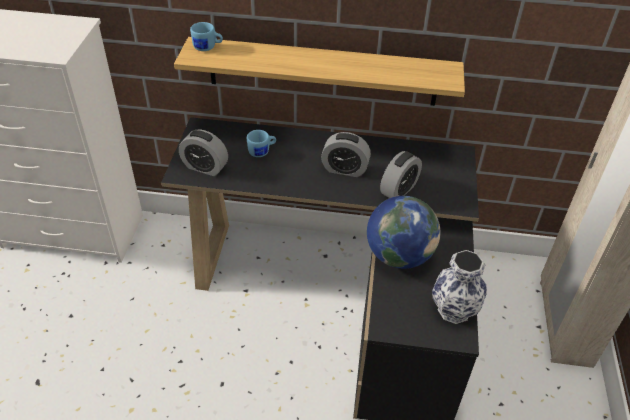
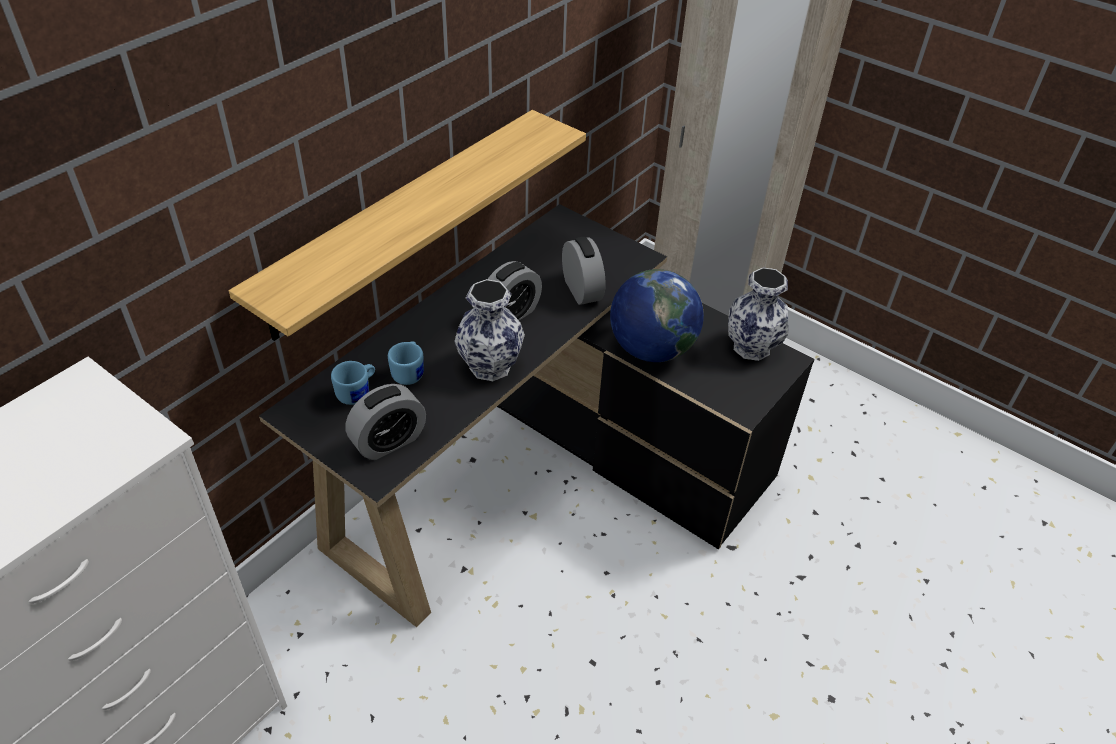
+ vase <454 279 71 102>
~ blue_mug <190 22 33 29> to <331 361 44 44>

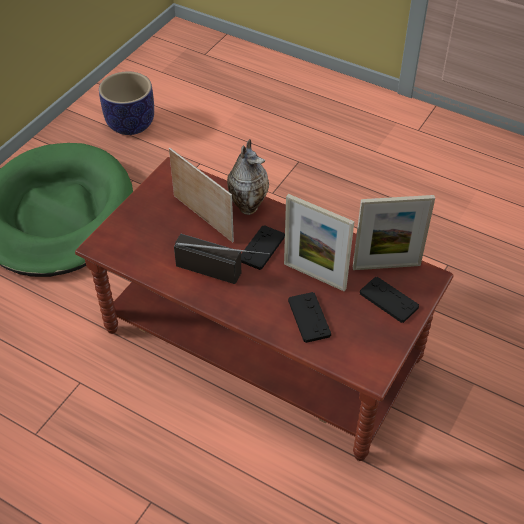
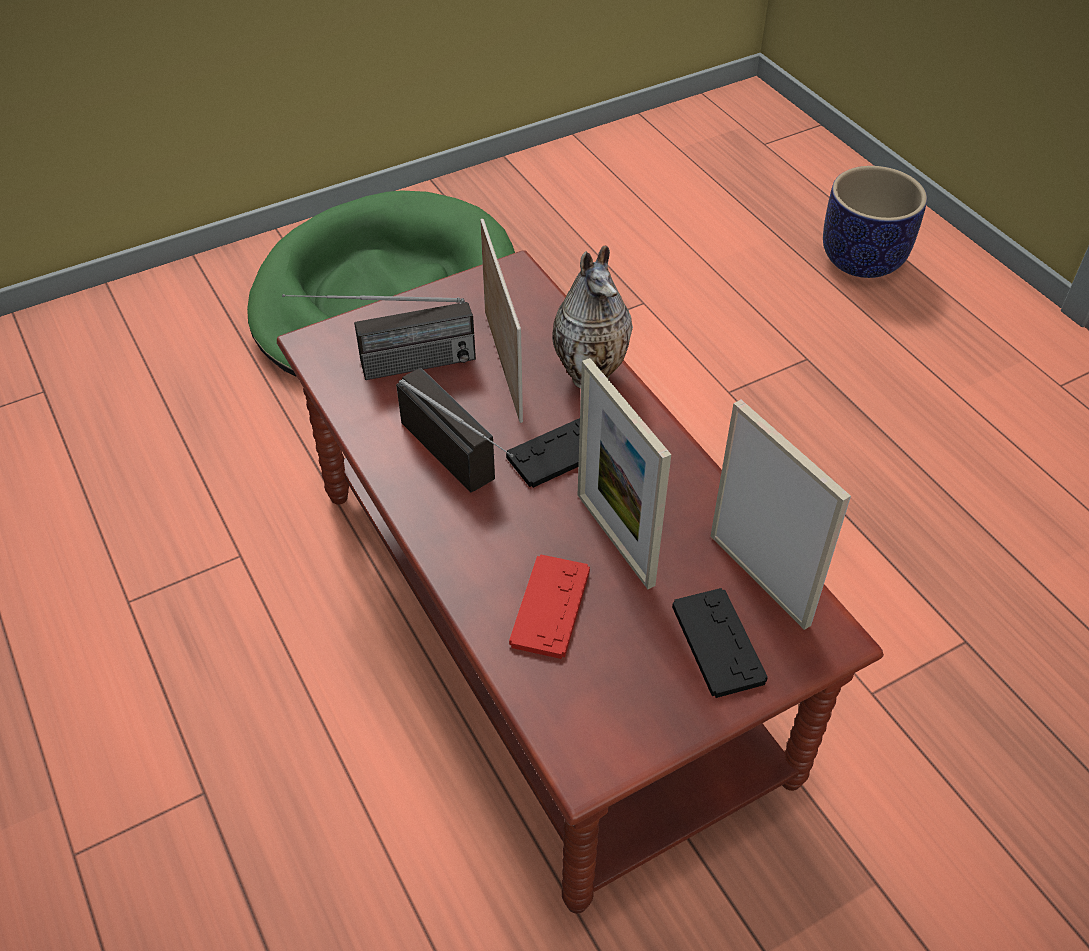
+ radio <282 294 194 86>
~ planter <99 71 55 64> to <823 166 104 112>
~ black_game_controller <288 292 43 51> to red_game_controller <509 554 81 105>
~ picture_frame <353 195 82 75> = <710 400 141 230> 150 degrees counterclockwise

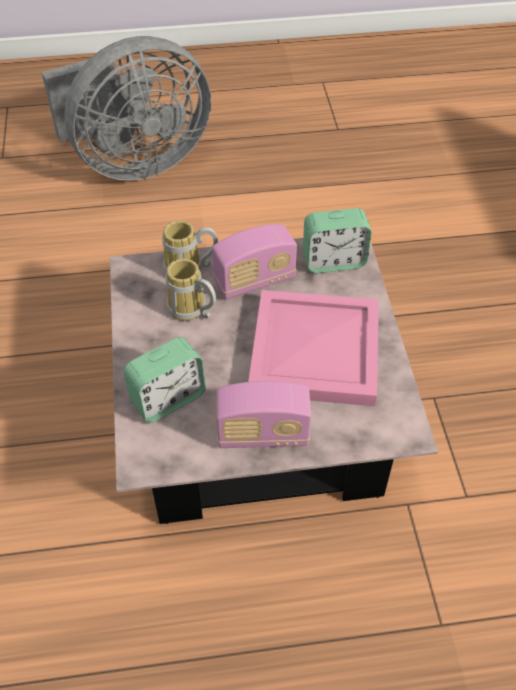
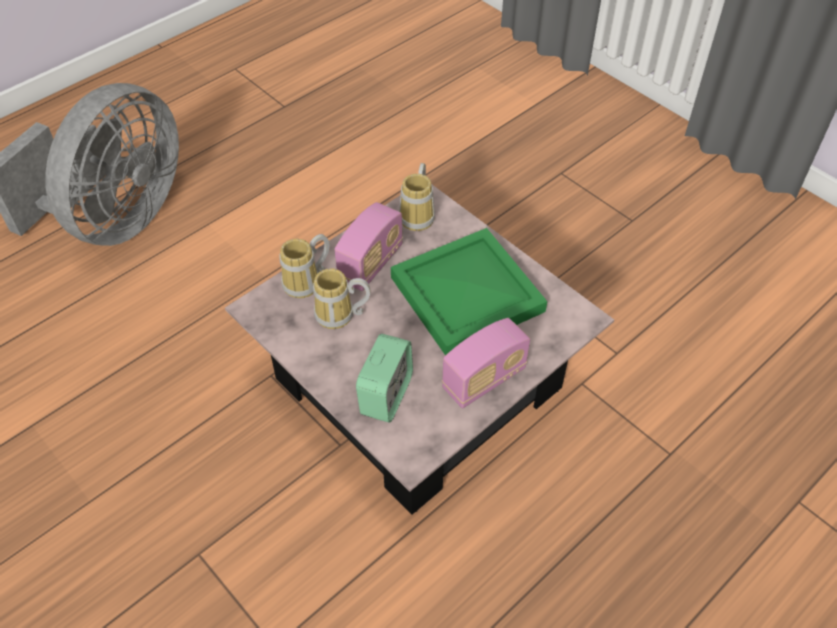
~ alarm_clock <303 208 69 65> to mug <399 163 36 68>
~ pink_tray <248 290 131 116> to green_tray <391 228 156 127>

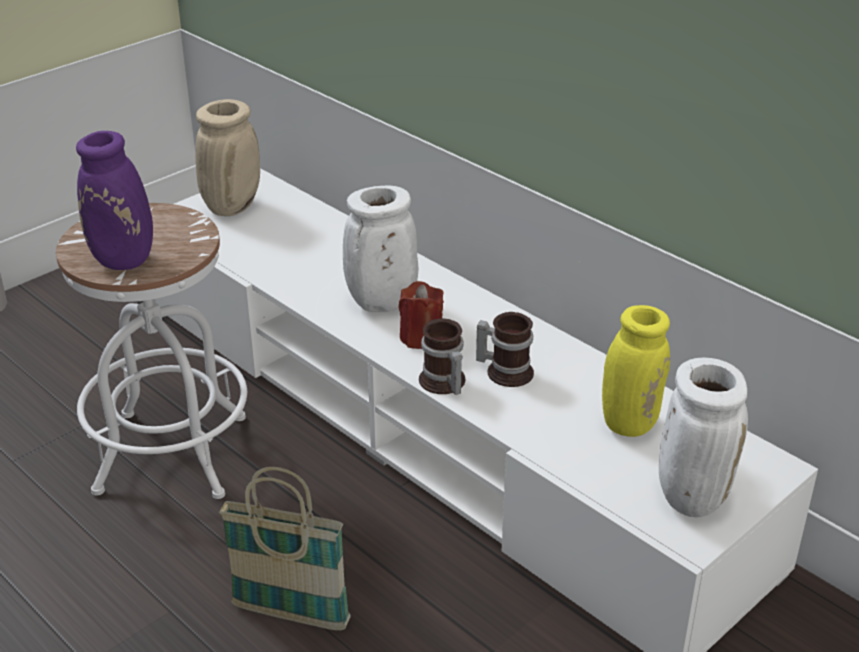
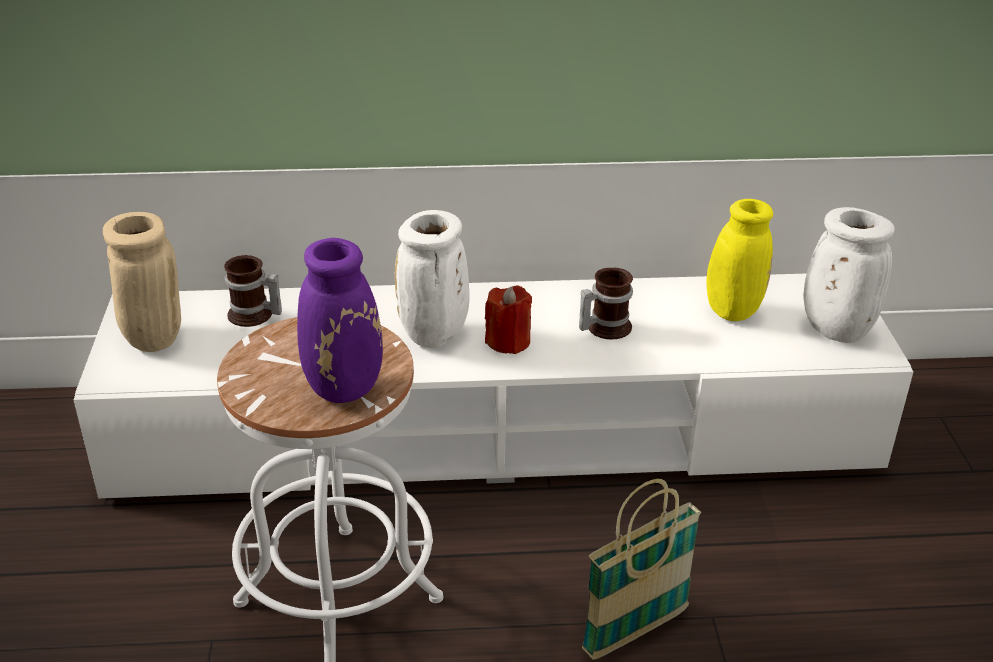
~ mug <419 318 46 77> to <224 255 58 72>

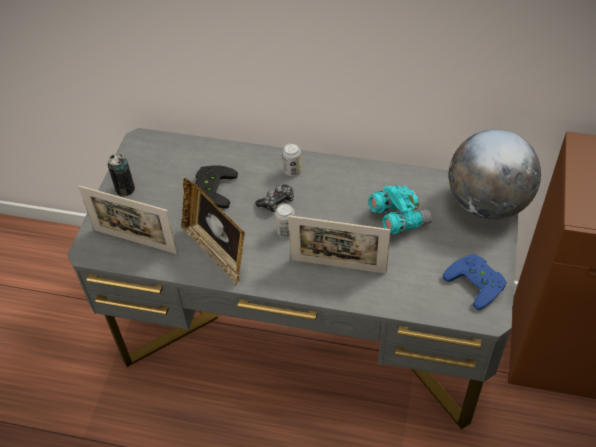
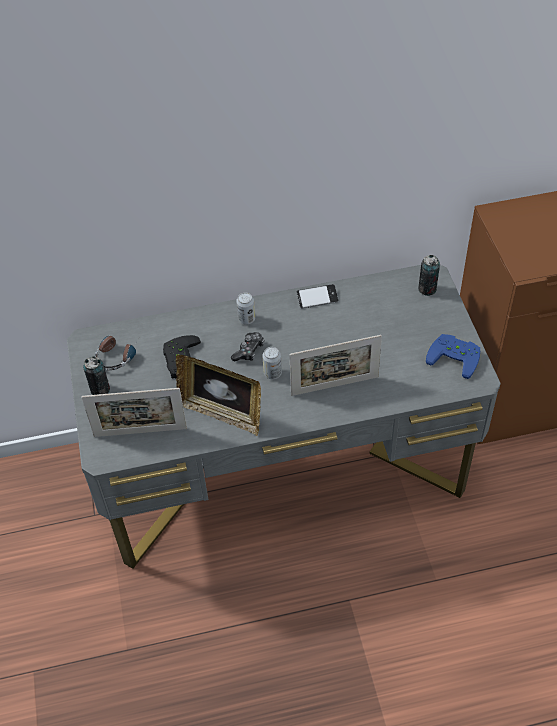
- turquoise_binoculars <368 185 64 49>
+ headphones <95 336 46 34>
+ phone <296 284 42 24>
~ globe <449 129 92 91> to can <418 255 22 41>

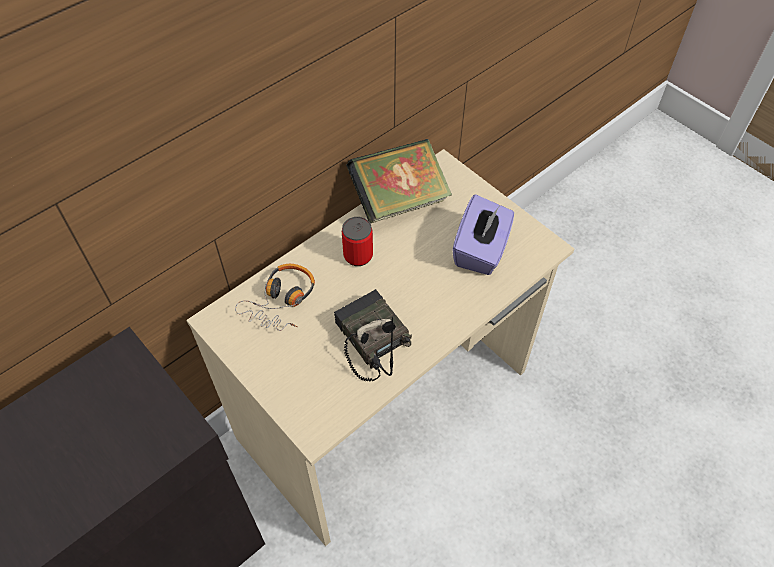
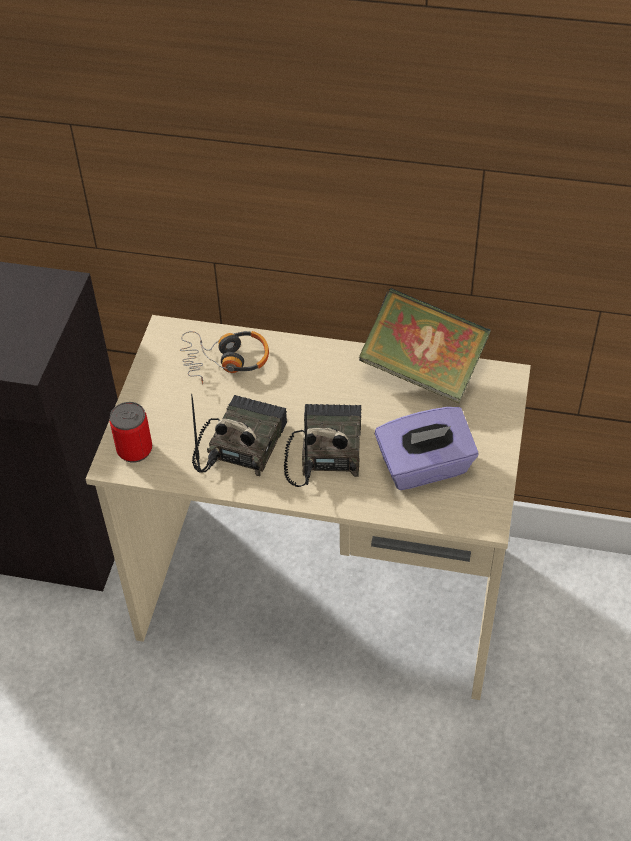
+ radio <284 404 77 83>
~ can <342 217 31 49> to <110 402 42 60>

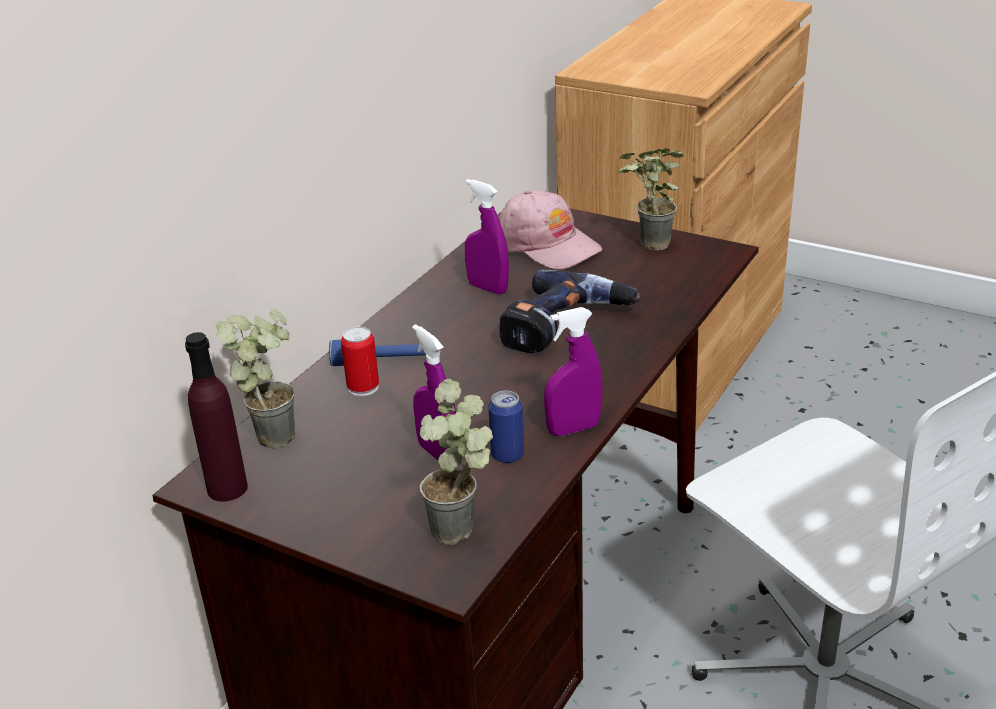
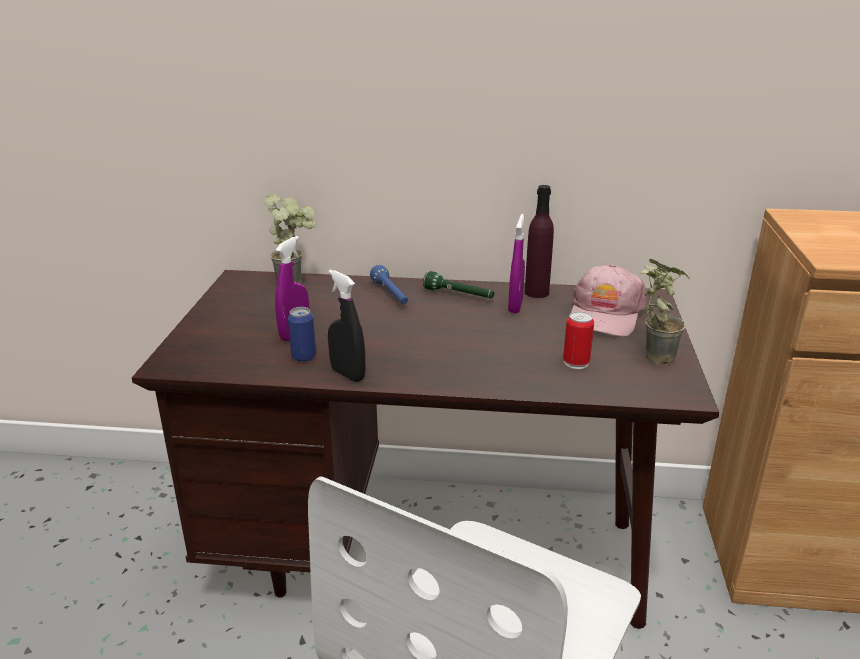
- potted_plant <419 379 74 166>
- power_drill <499 269 141 84>
+ green_flashlight <423 271 71 27>
~ purple_bottle <185 332 63 170> to <525 185 29 113>
~ can <341 326 38 70> to <563 311 31 58>
~ purple_spray_bottle <544 307 59 129> to black_spray_bottle <328 270 37 112>

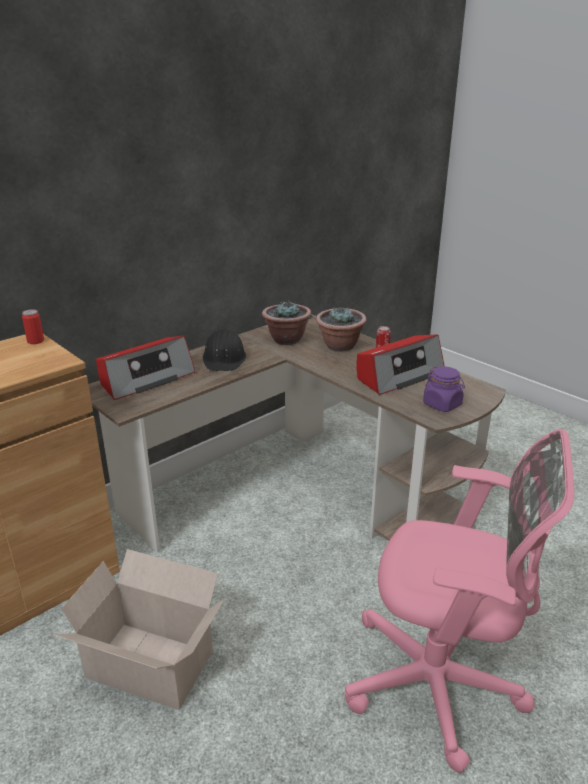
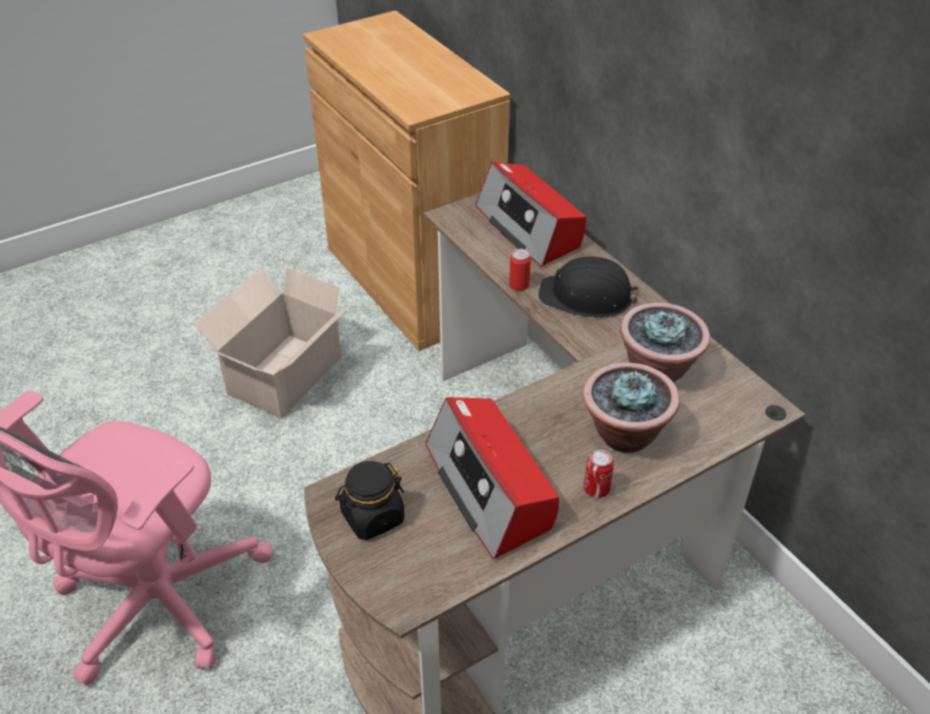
~ can <22 309 22 35> to <509 249 22 42>
~ purple_jar <423 366 42 46> to black_jar <335 461 70 79>

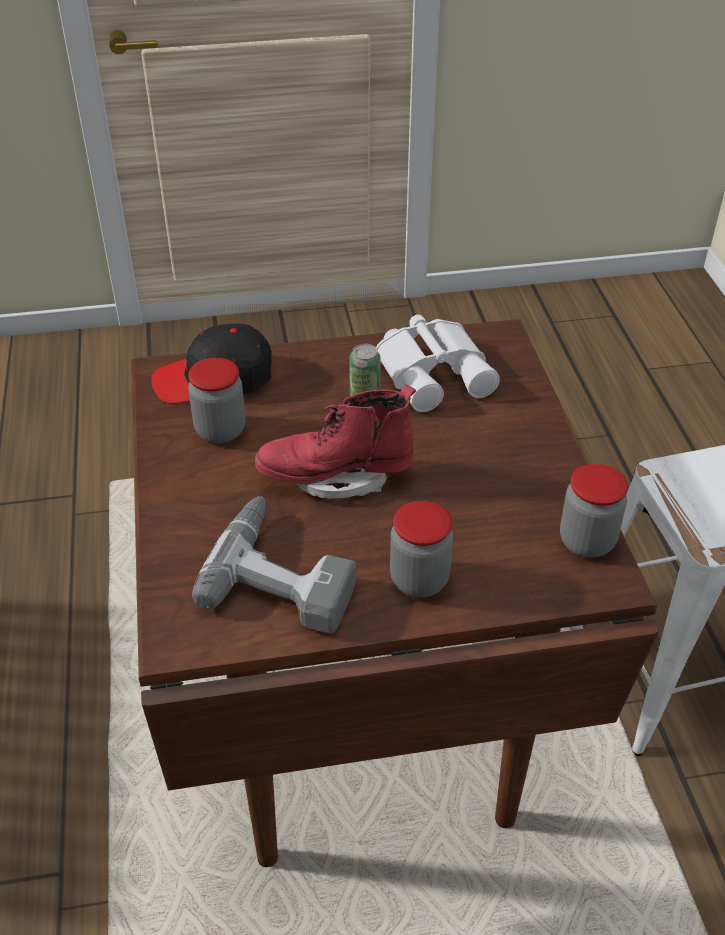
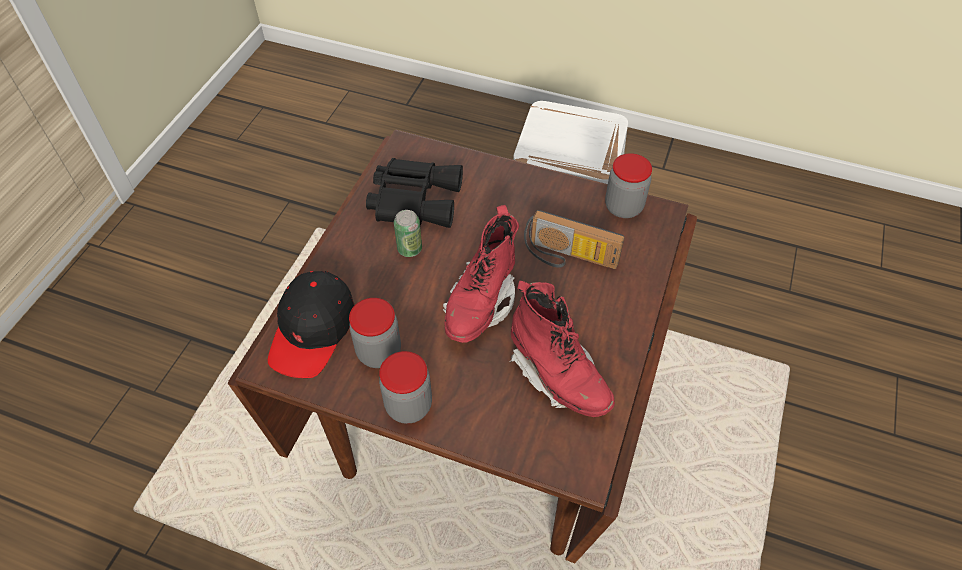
+ radio <524 210 101 59>
~ jar <390 501 63 96> to <379 351 53 73>
~ power_drill <192 496 164 138> to red_boot <509 281 106 136>
~ white_binoculars <376 315 124 97> to black_binoculars <366 158 97 70>

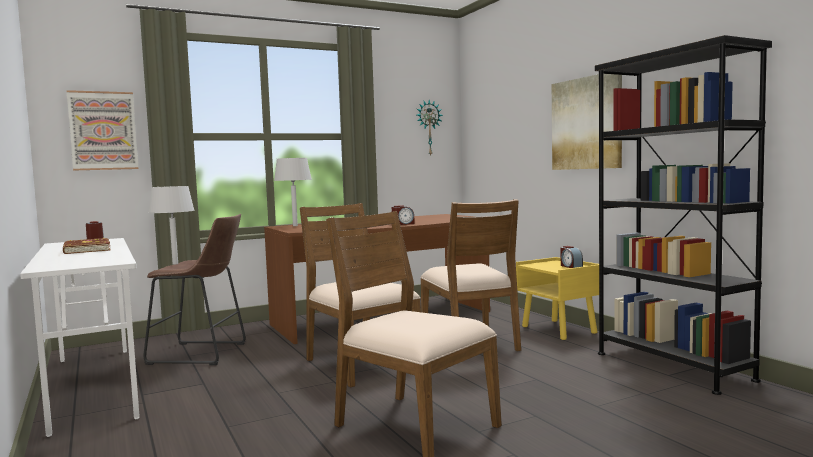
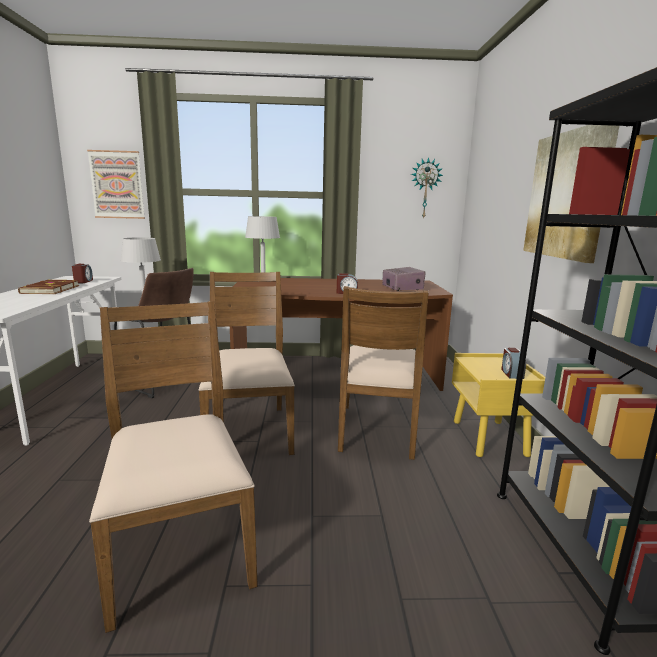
+ radio <382 267 44 24>

